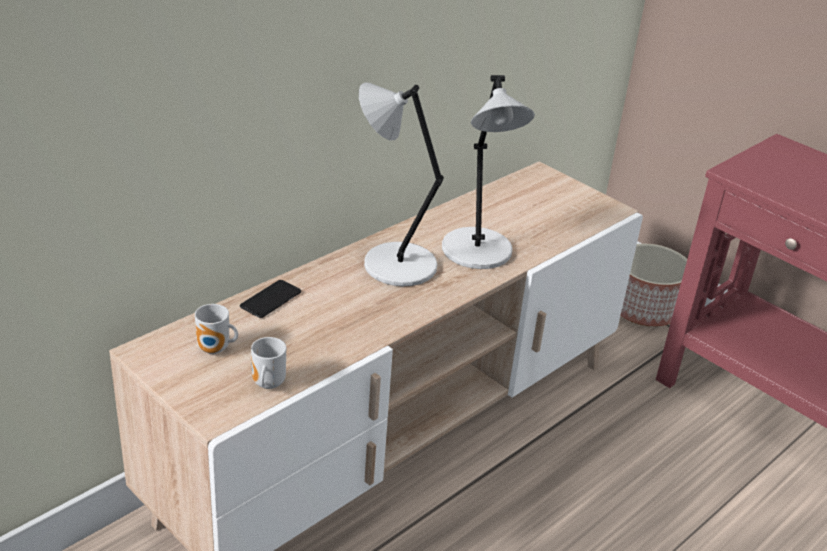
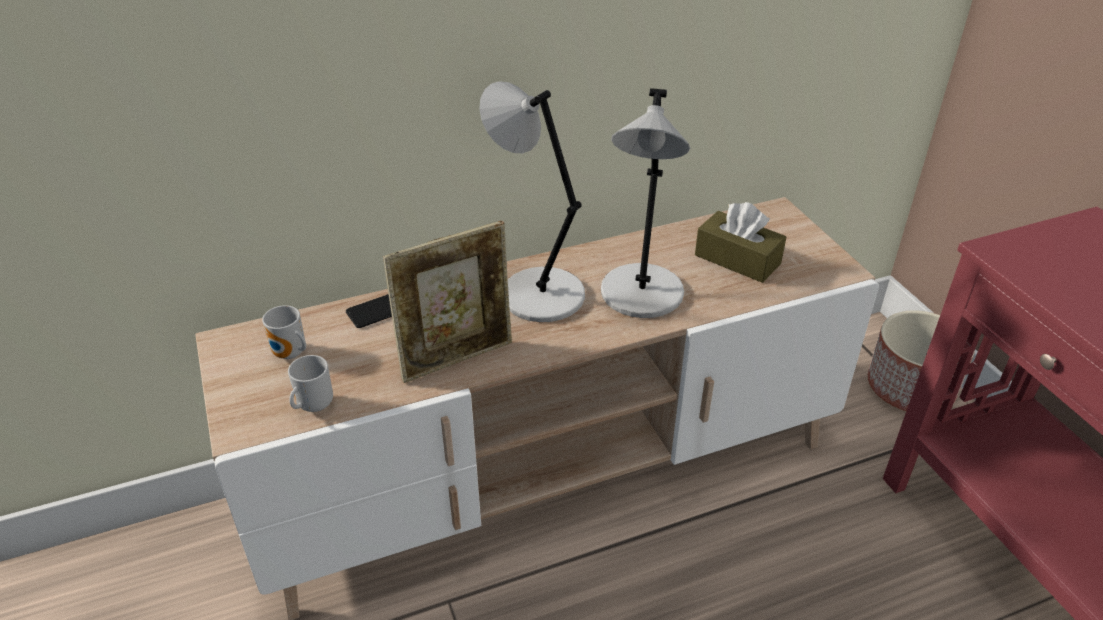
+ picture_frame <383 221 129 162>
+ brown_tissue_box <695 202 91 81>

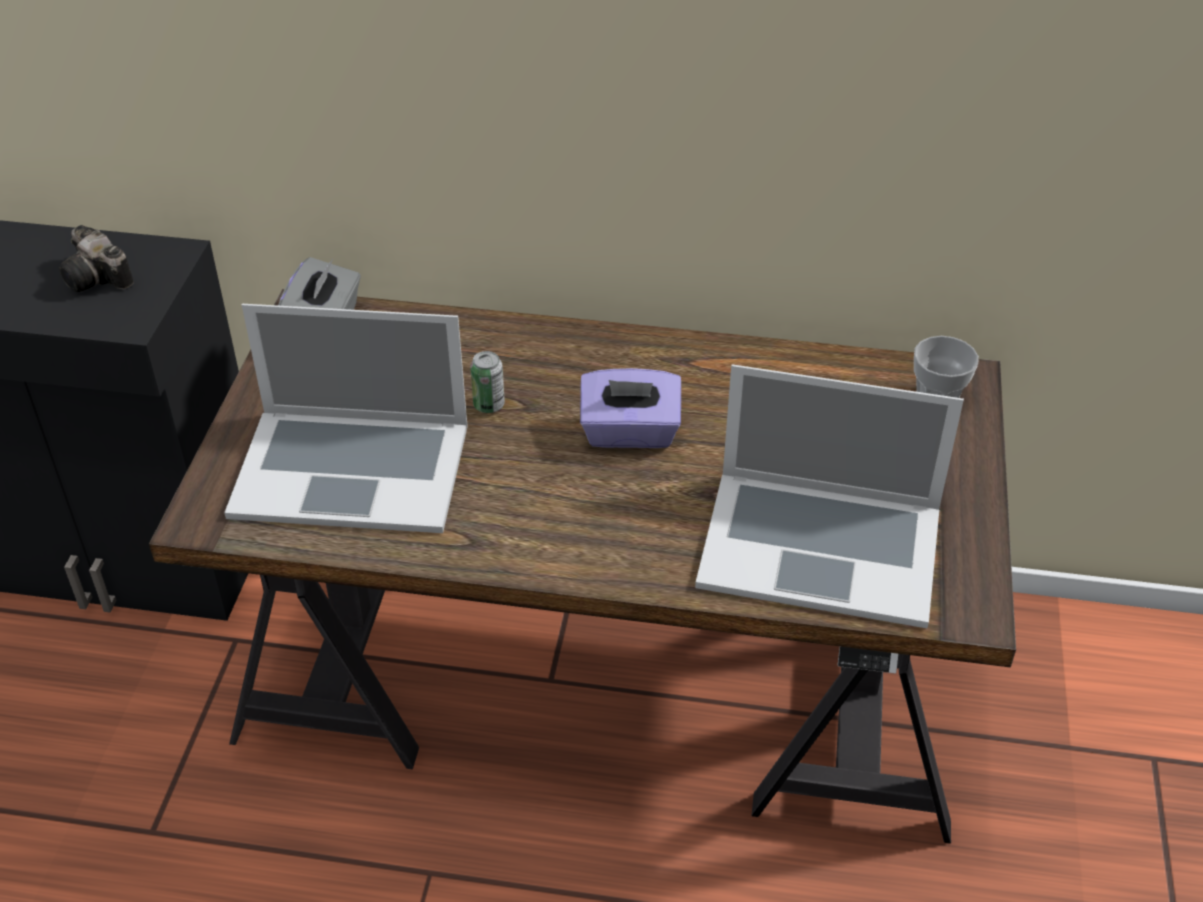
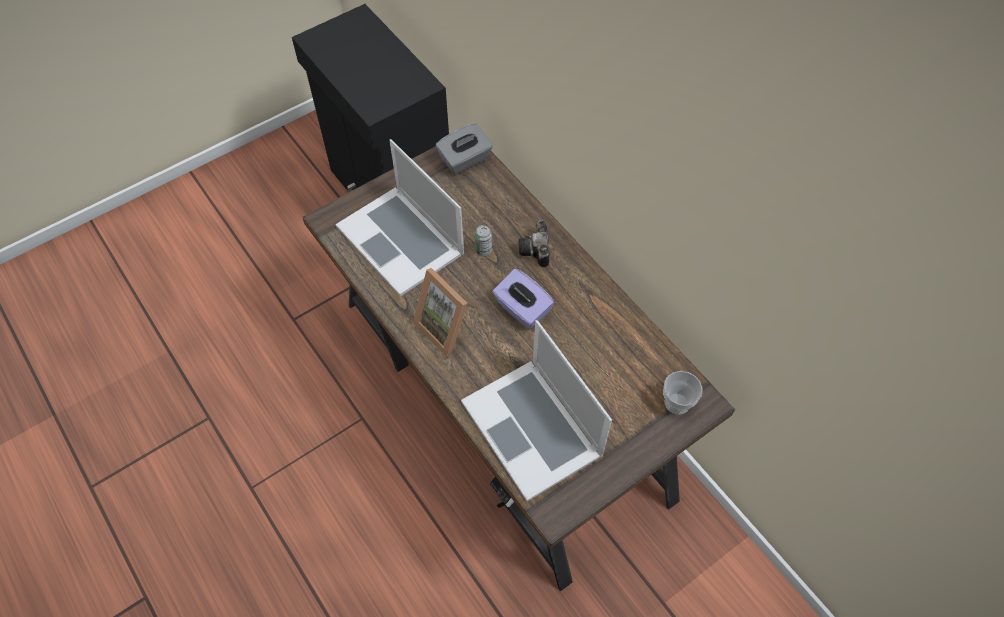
+ picture_frame <413 268 55 89>
~ photo_camera <59 225 75 67> to <519 220 30 47>

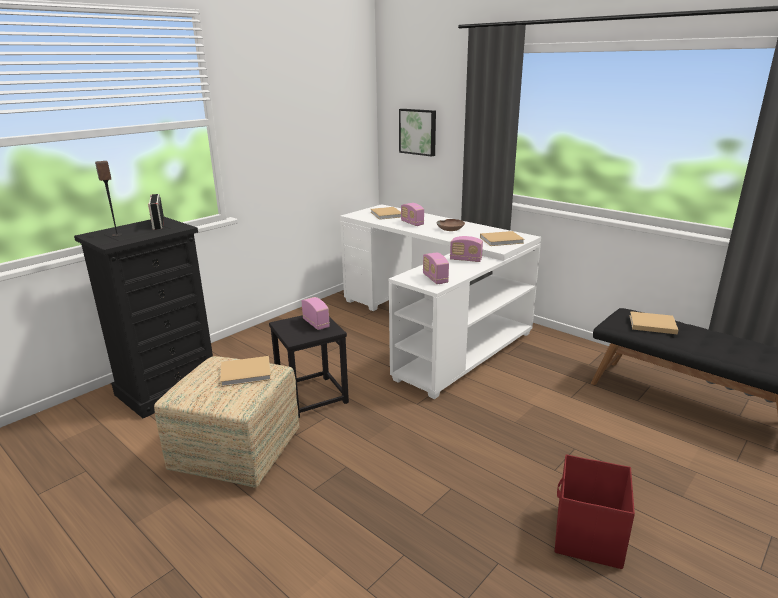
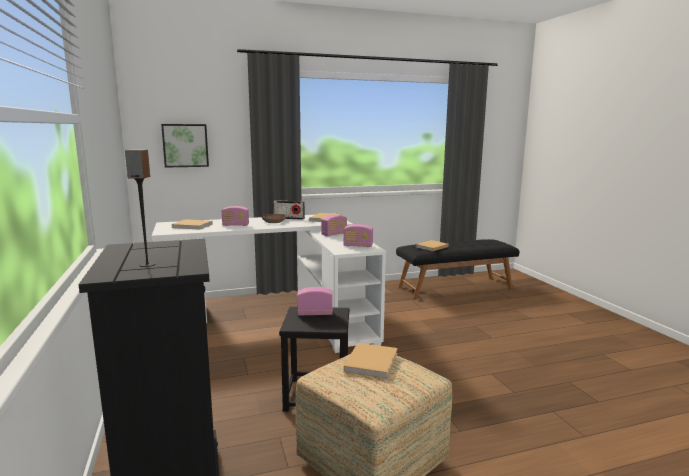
- red_storage_box <555 454 80 115>
~ radio <148 194 16 36> to <274 200 31 20>

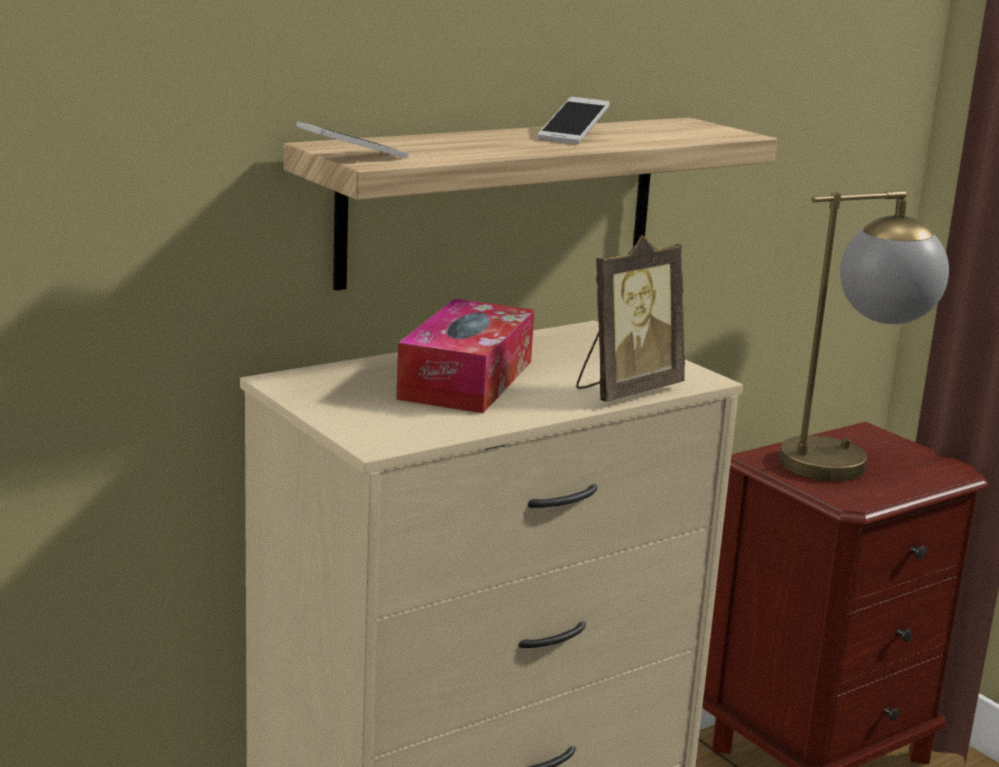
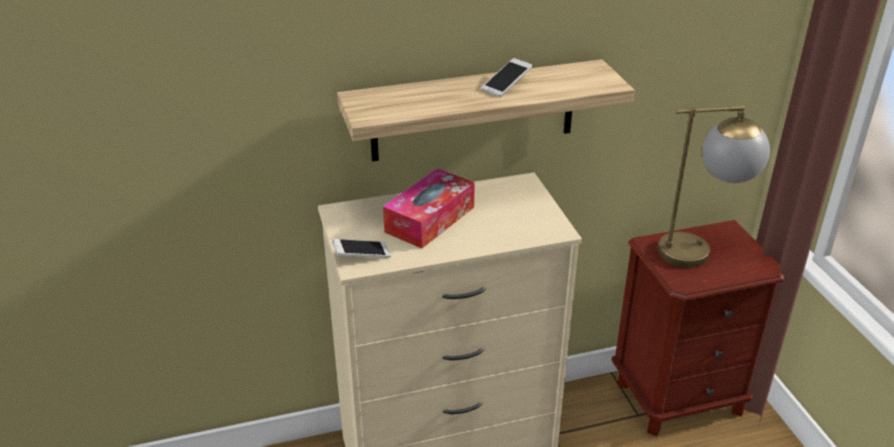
- picture_frame <576 235 109 167>
~ phone <296 121 113 37> to <332 239 59 19>

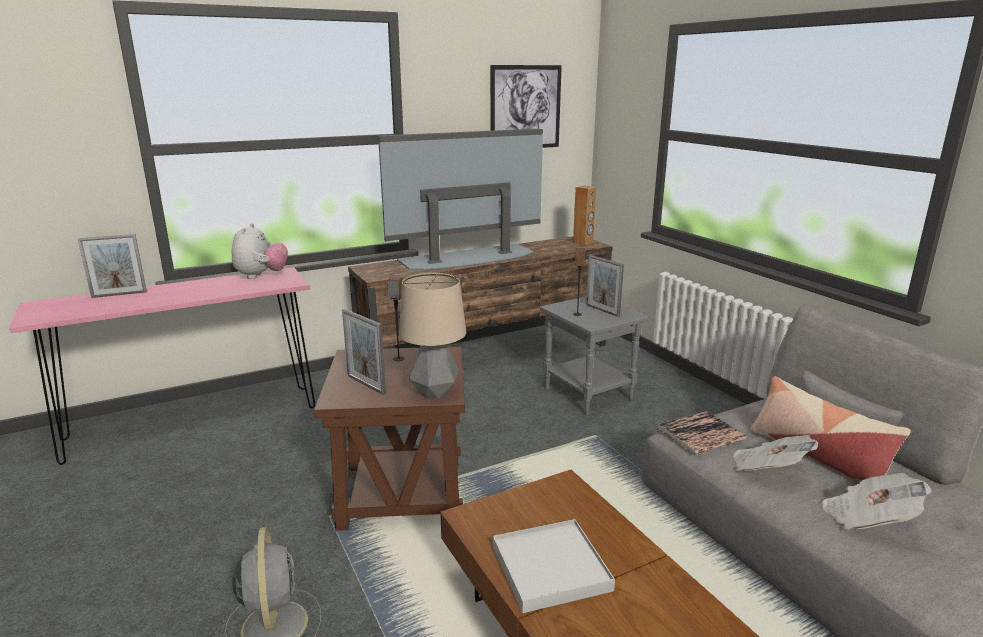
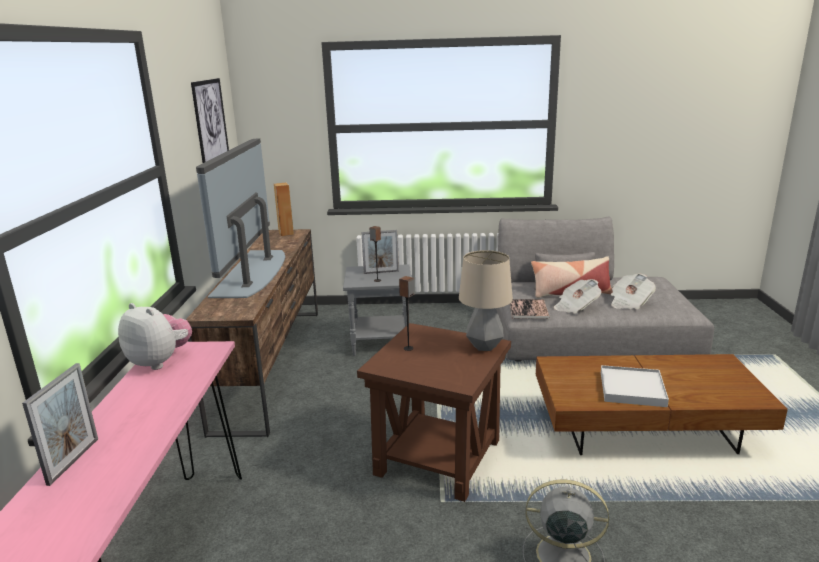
- picture_frame <342 309 44 86>

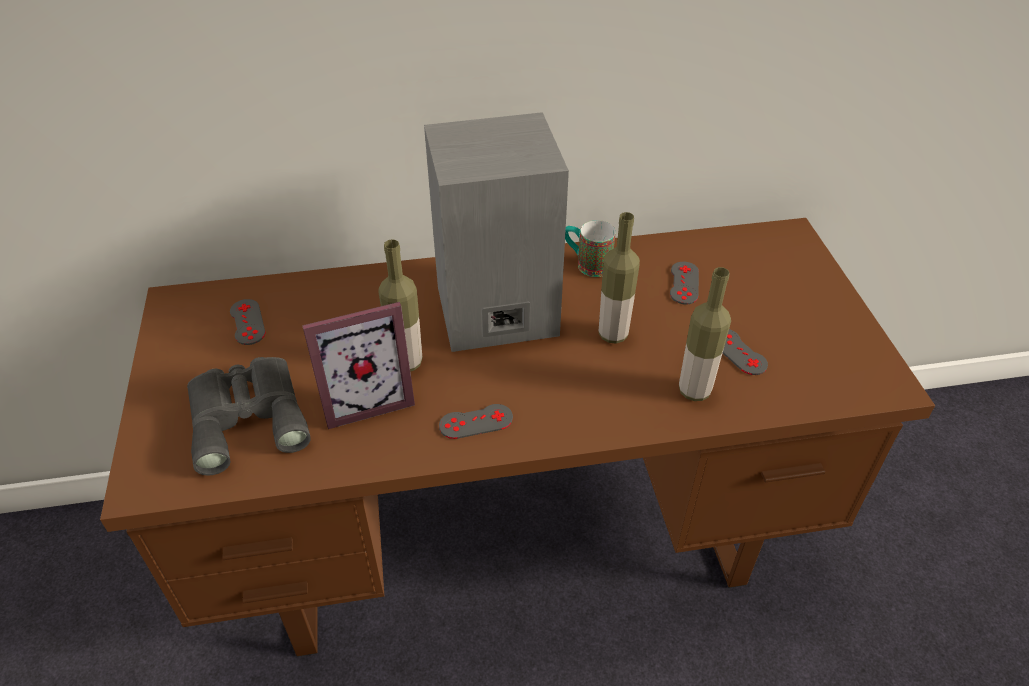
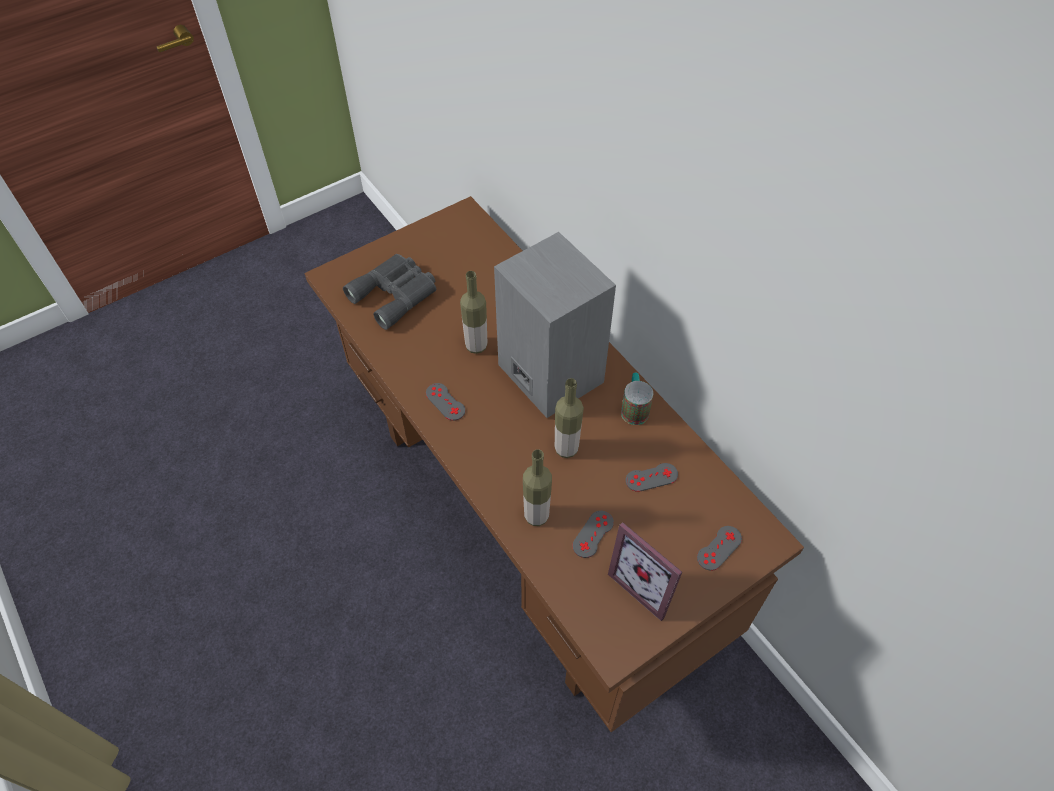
~ grey_game_controller <230 299 35 46> to <697 526 45 45>
~ picture_frame <302 302 113 127> to <608 522 74 99>

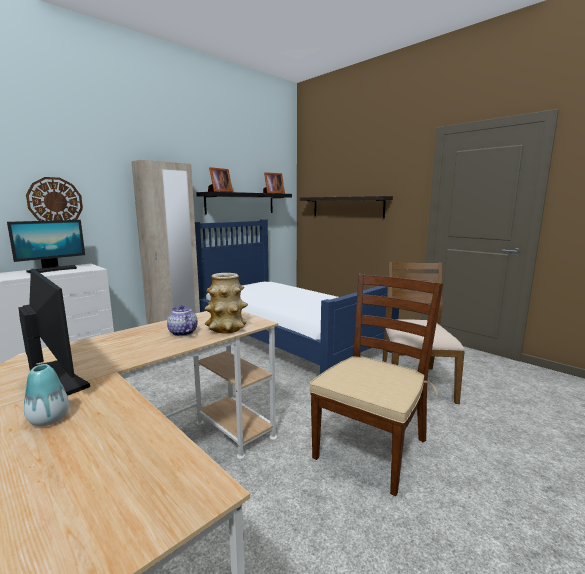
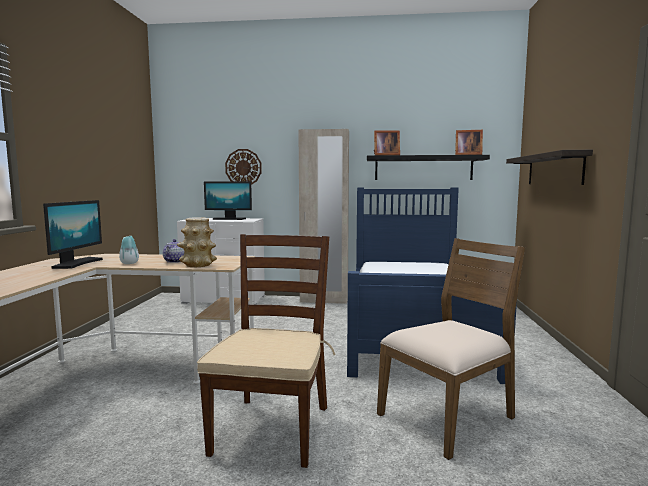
~ vase <24 364 45 62> to <119 236 20 28>
~ brown_chair <309 274 134 222> = <197 234 138 234> 75 degrees counterclockwise

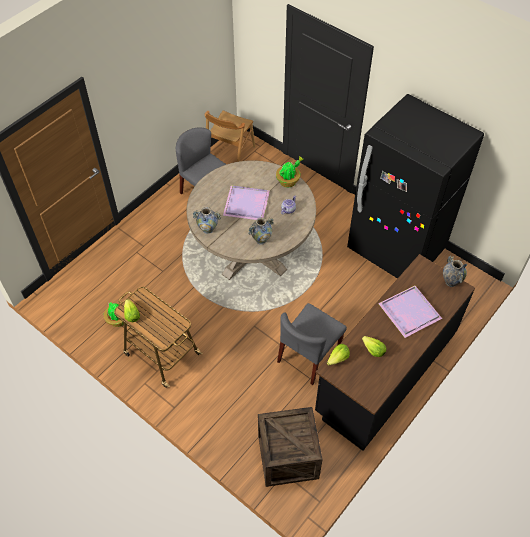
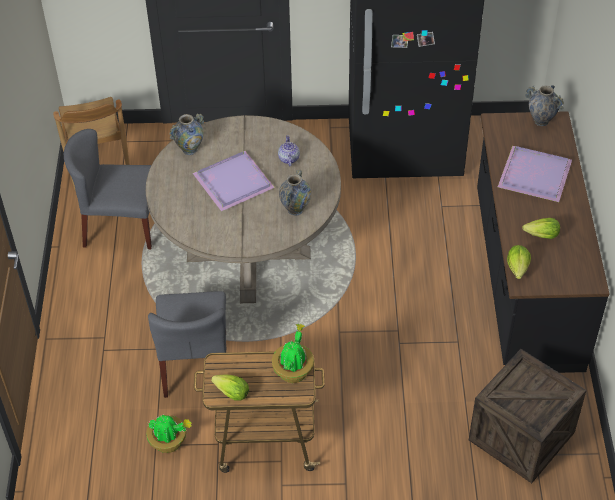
~ vase <193 207 28 27> to <169 113 35 42>
~ potted_plant <276 156 28 32> to <272 324 42 59>
~ grey_chair <277 303 70 82> to <148 291 78 107>

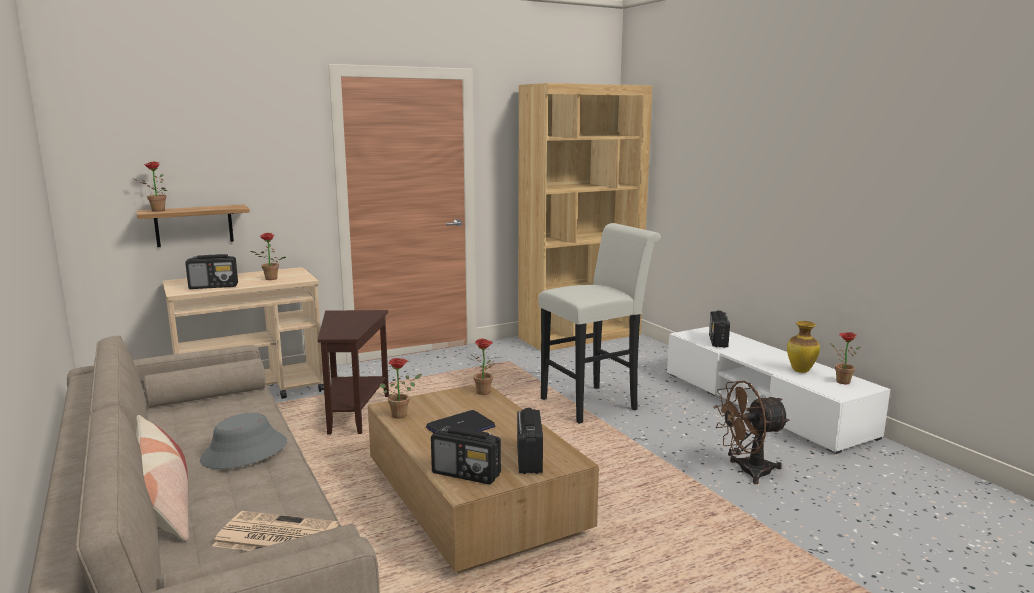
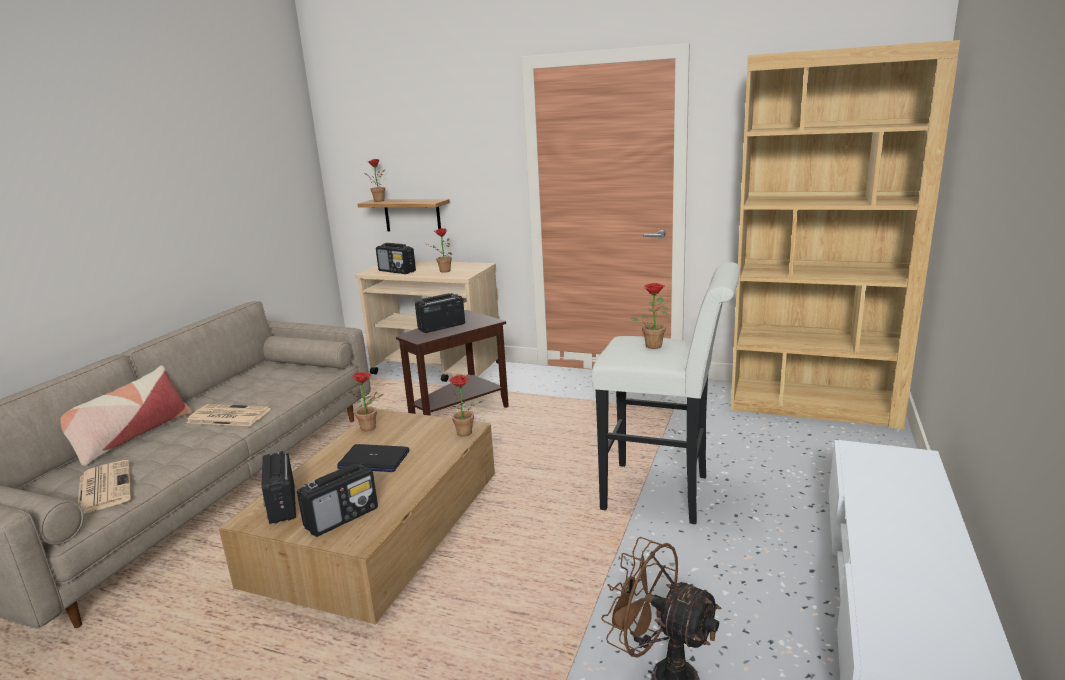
- vase <787 321 33 52>
~ radio <709 310 21 38> to <415 293 50 40>
~ potted_plant <830 332 31 52> to <630 283 39 66>
~ grey_hat <200 413 87 56> to newspaper <186 404 85 22>

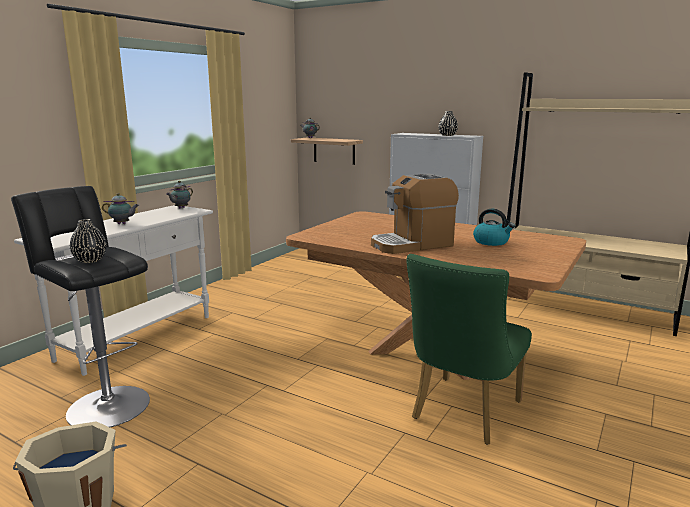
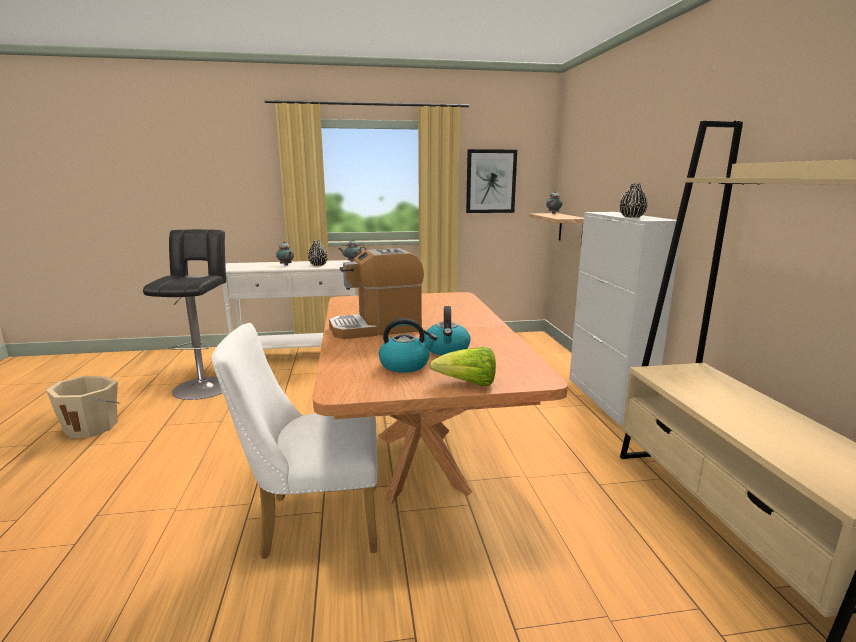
+ kettle <379 318 58 55>
+ lettuce <430 347 66 39>
+ picture <466 149 51 64>
~ black_vase <70 219 37 44> to <308 241 20 25>
~ green_chair <407 254 125 190> to white_chair <212 323 166 236>
~ coffee_machine <371 174 88 80> = <329 248 95 91> 45 degrees counterclockwise

